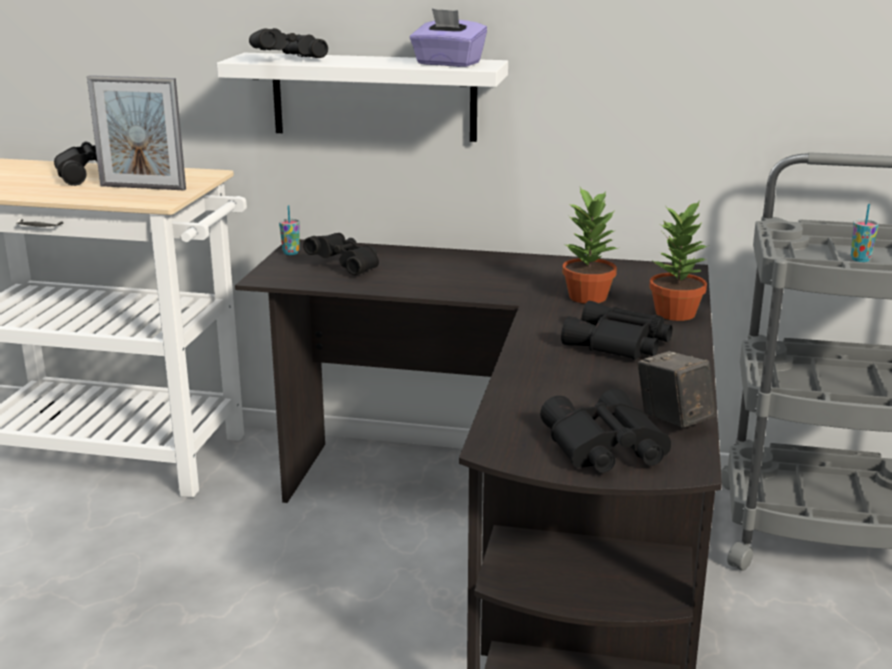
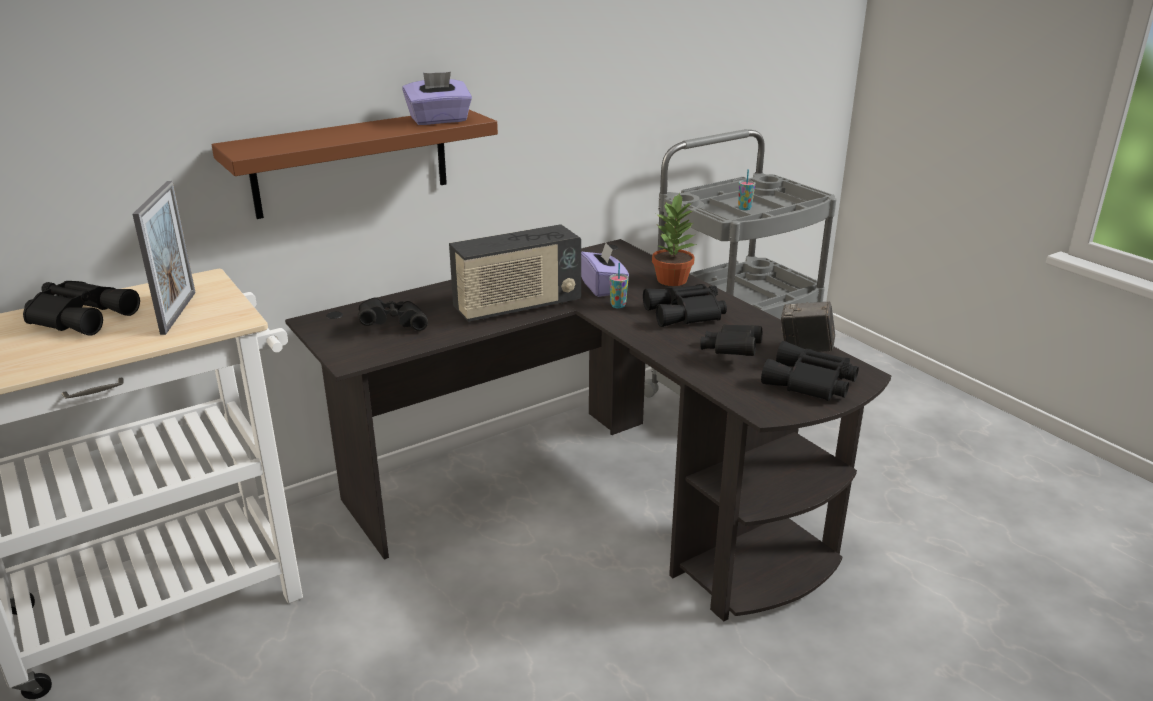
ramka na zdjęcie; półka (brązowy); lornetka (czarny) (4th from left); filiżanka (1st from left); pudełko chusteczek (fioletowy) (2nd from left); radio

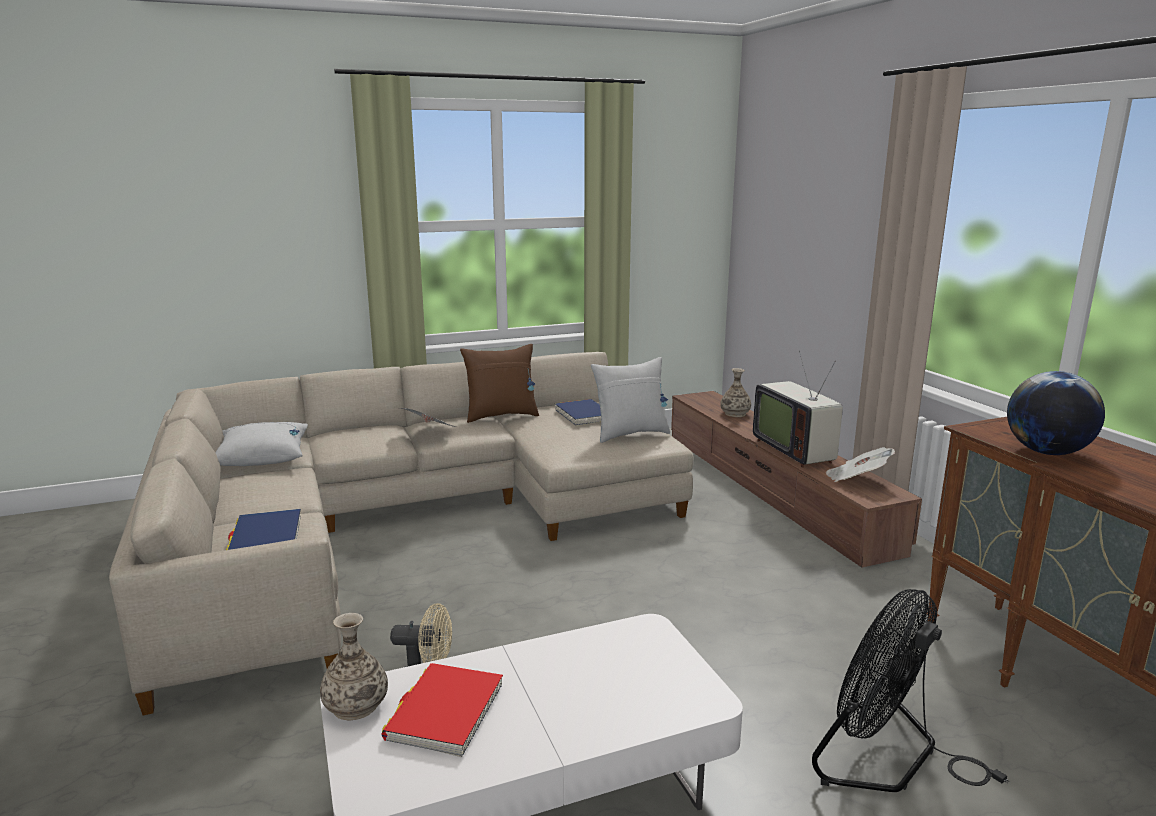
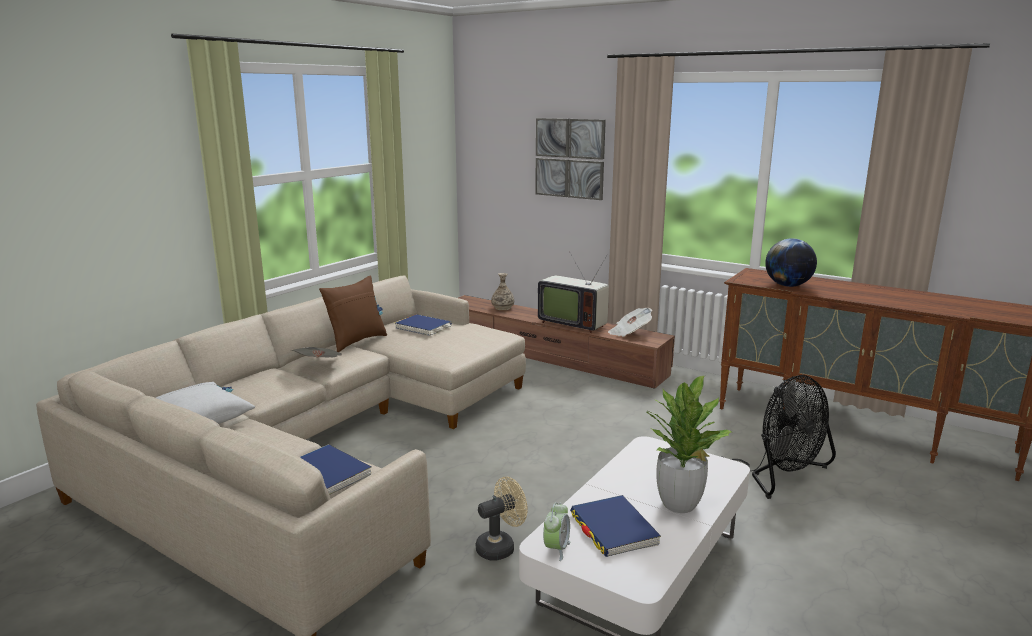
budzik; książka (niebieski) (3rd from left); poduszka (szary) (2nd from left in the first image); wentylator (czarny); obraz; roślina doniczkowa

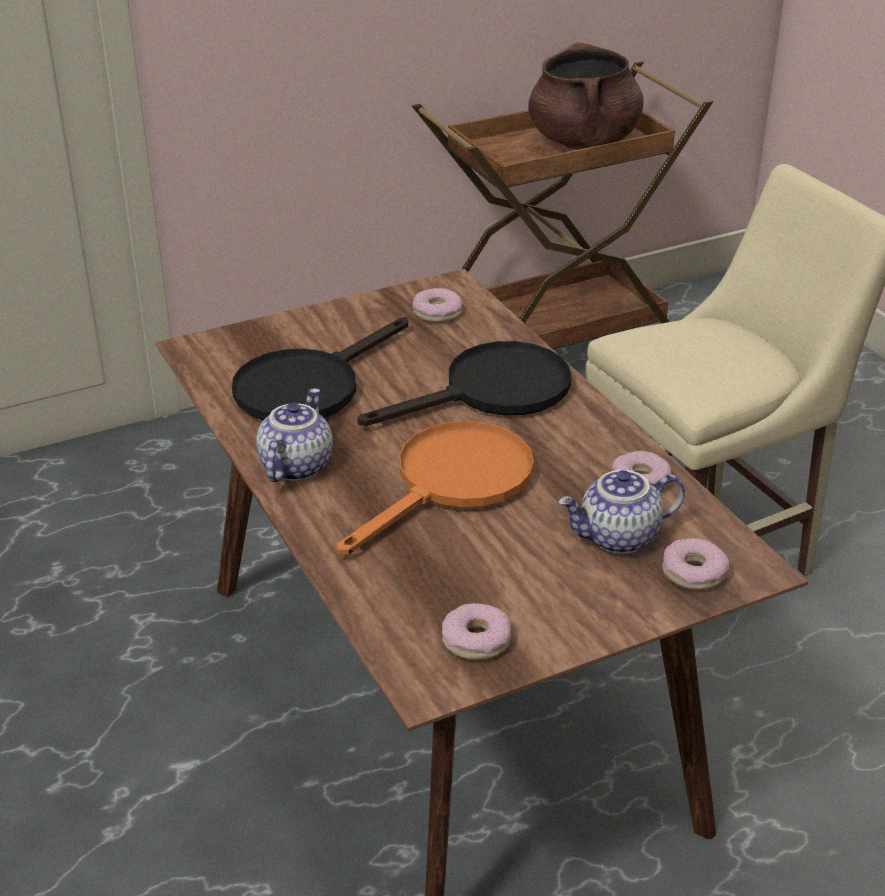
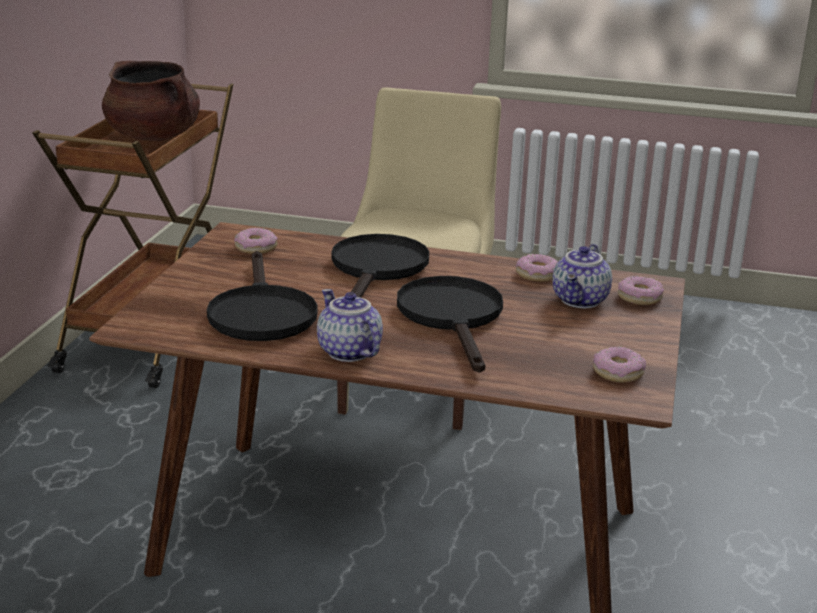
patelnia (czarny) (3rd from left)

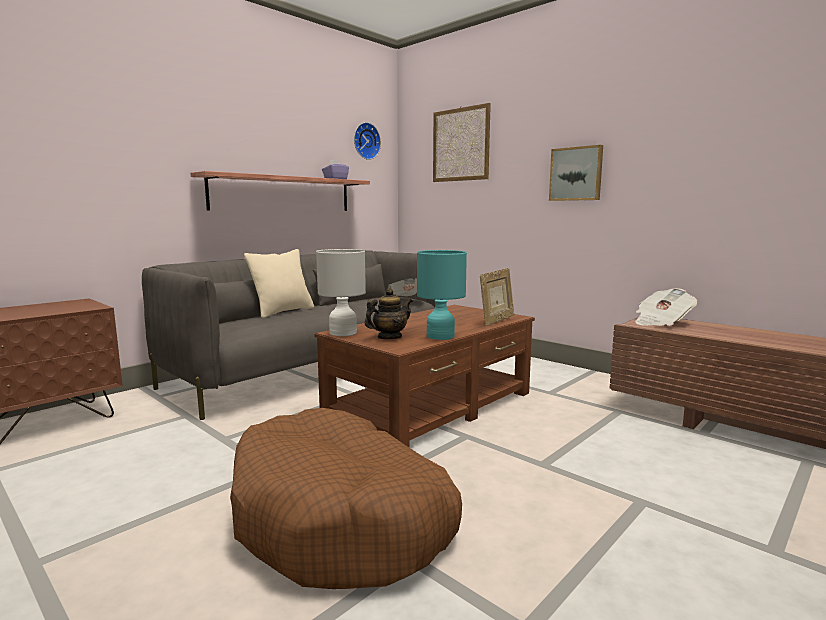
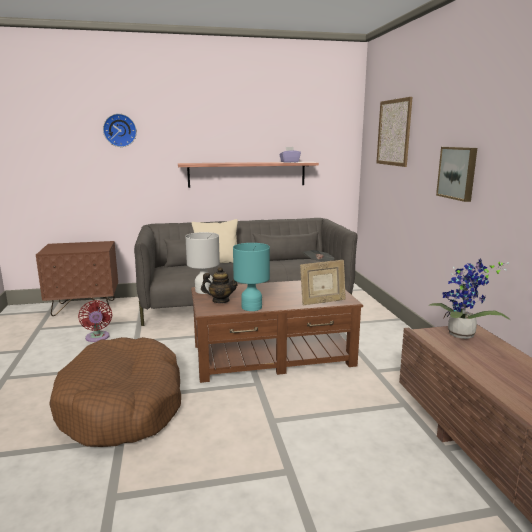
zegar ścienny; roślina doniczkowa; wentylator (czerwony)

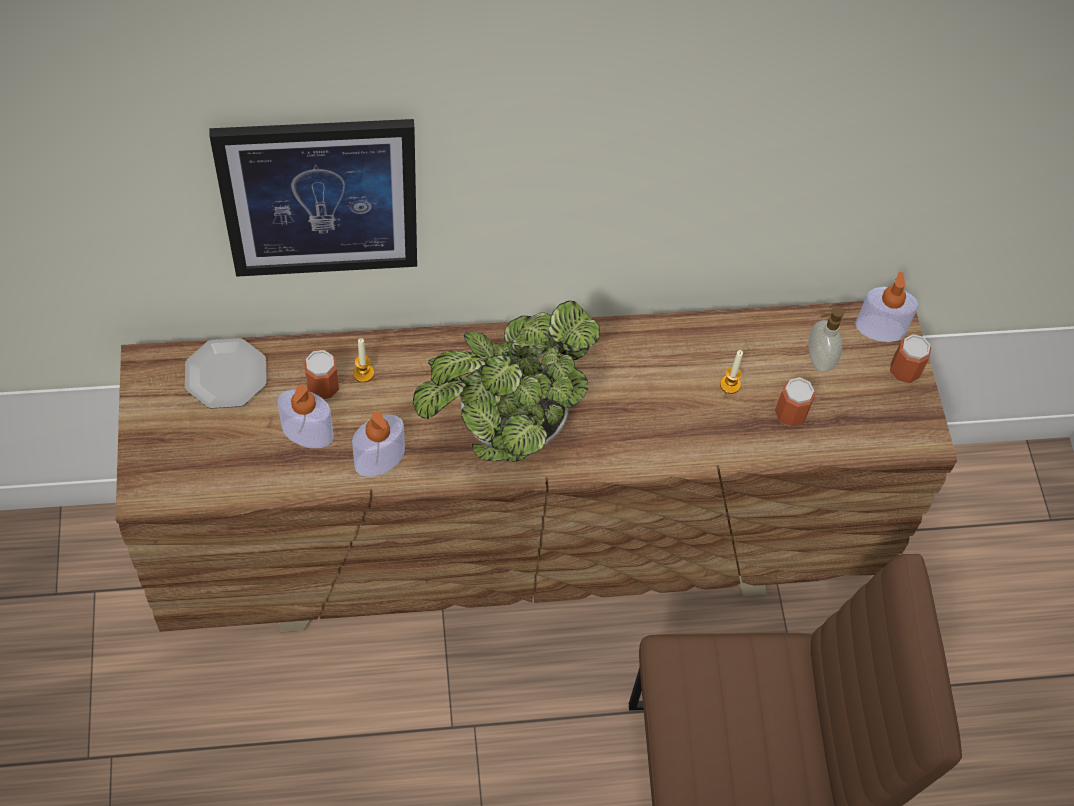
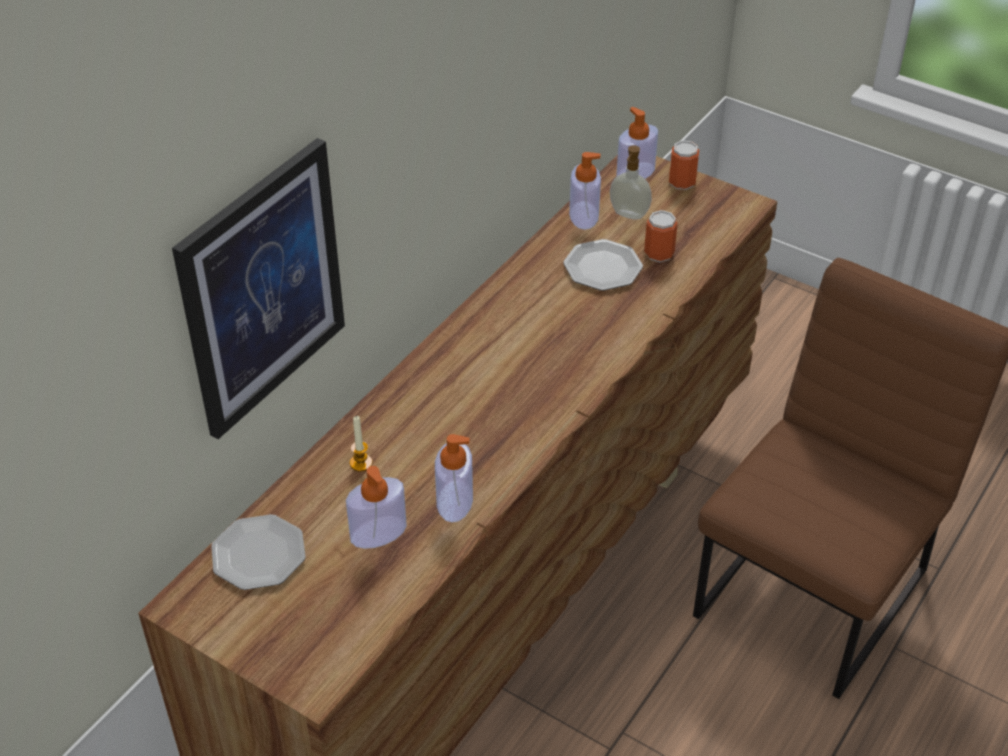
puszka (1st from left in the first image); roślina doniczkowa; talerz (2nd from left); dozownik mydła (3rd from left)

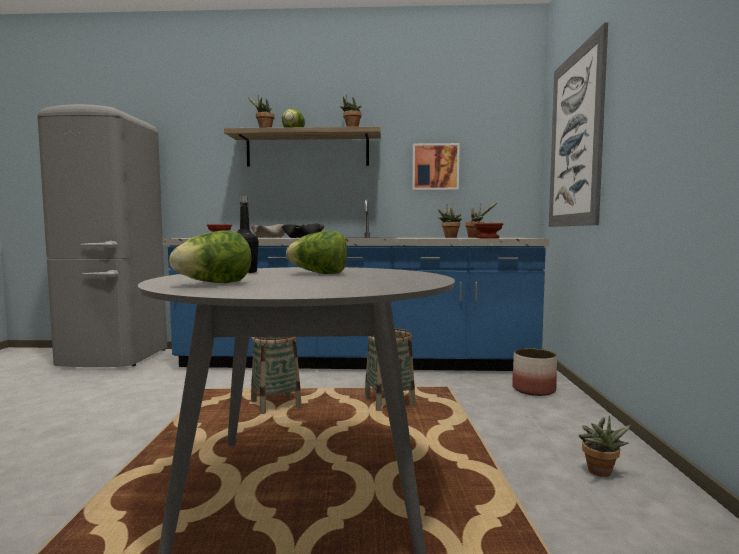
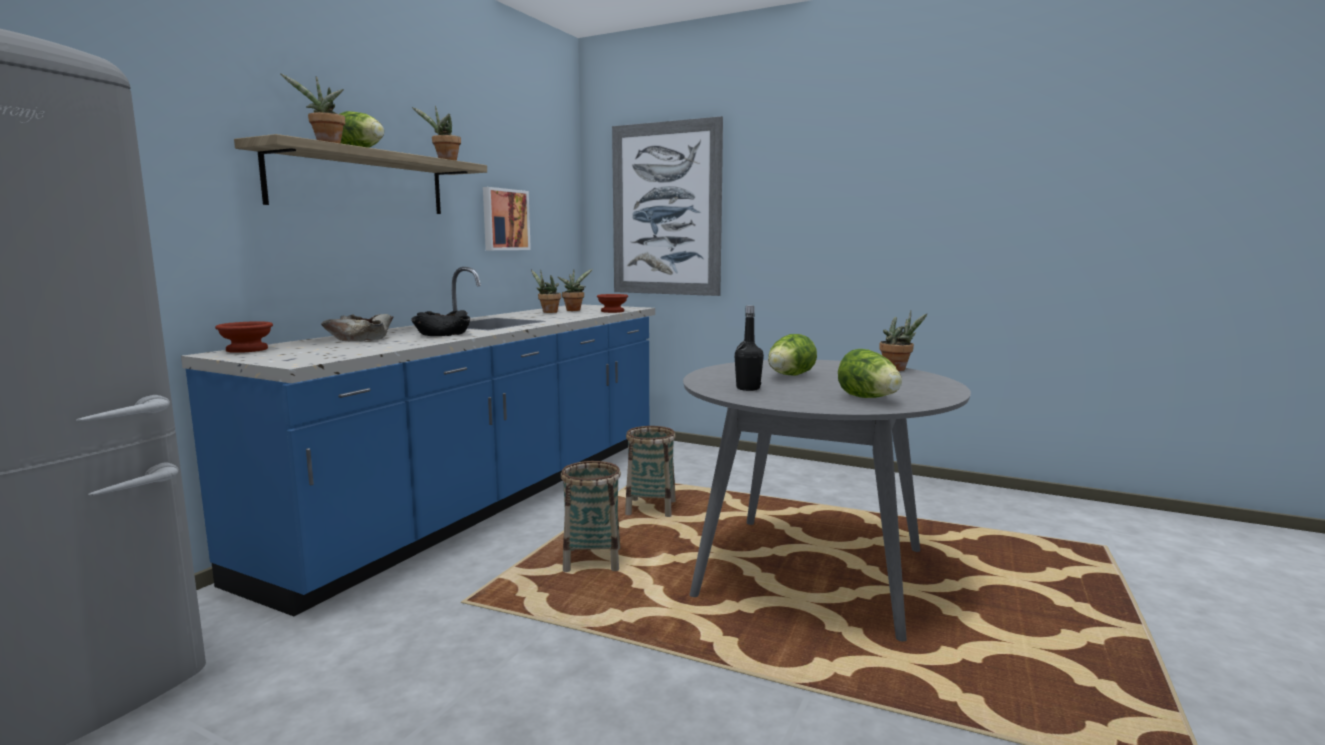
donica; roślina doniczkowa (5th from left)

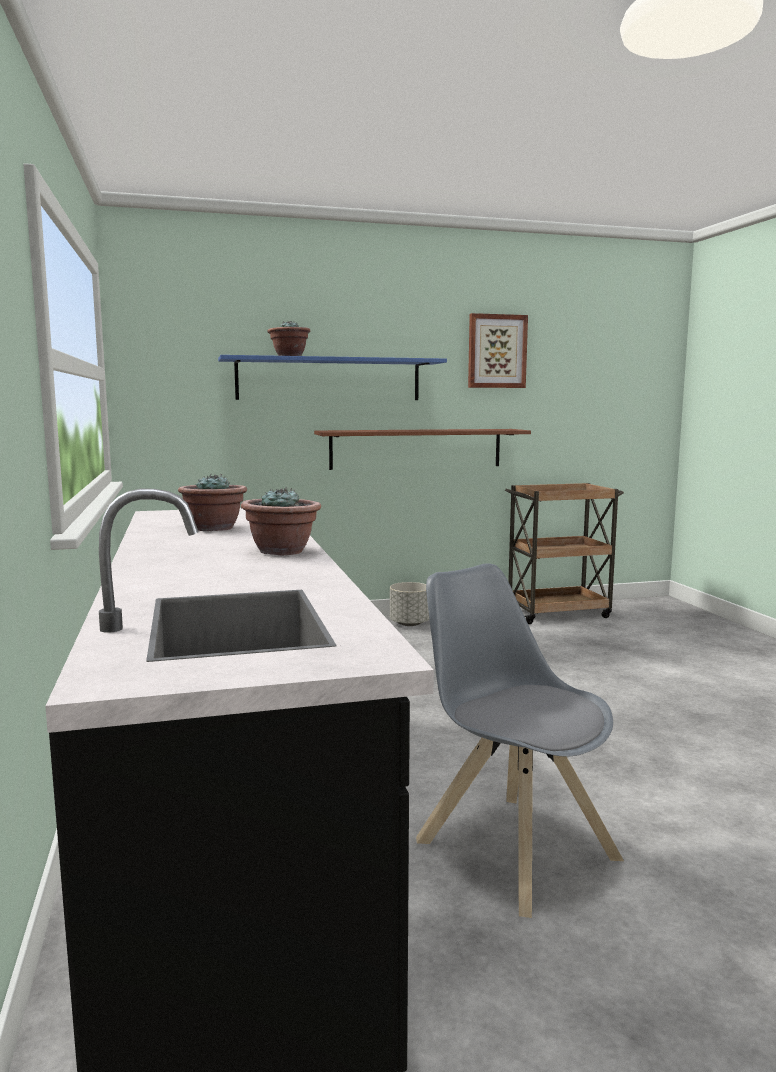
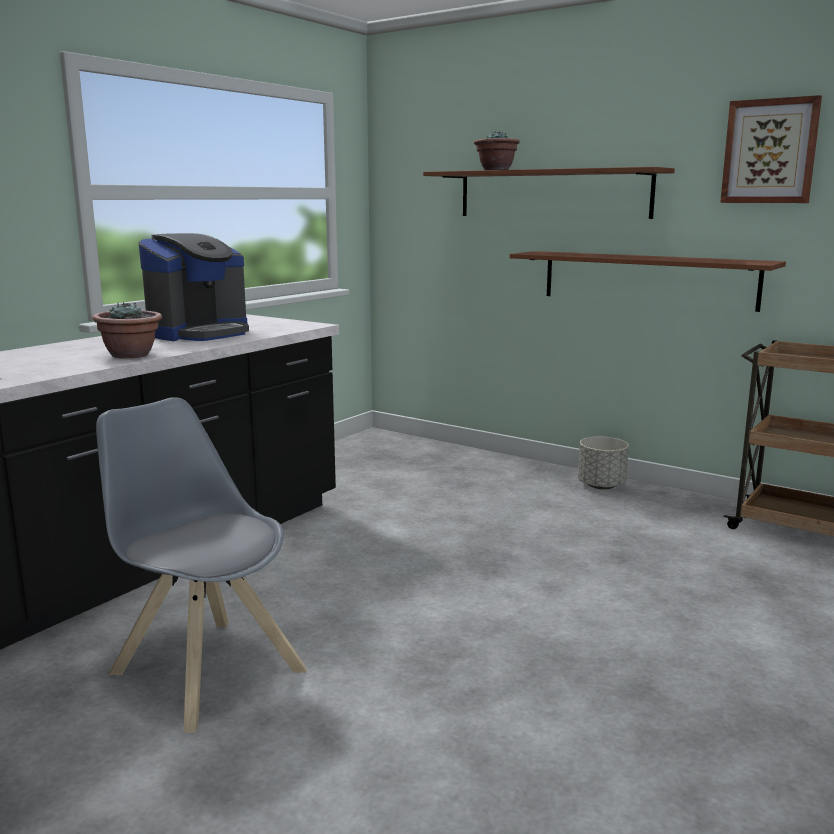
ekspres do kawy; półka (brązowy) (1st from left); krzesło (szary)

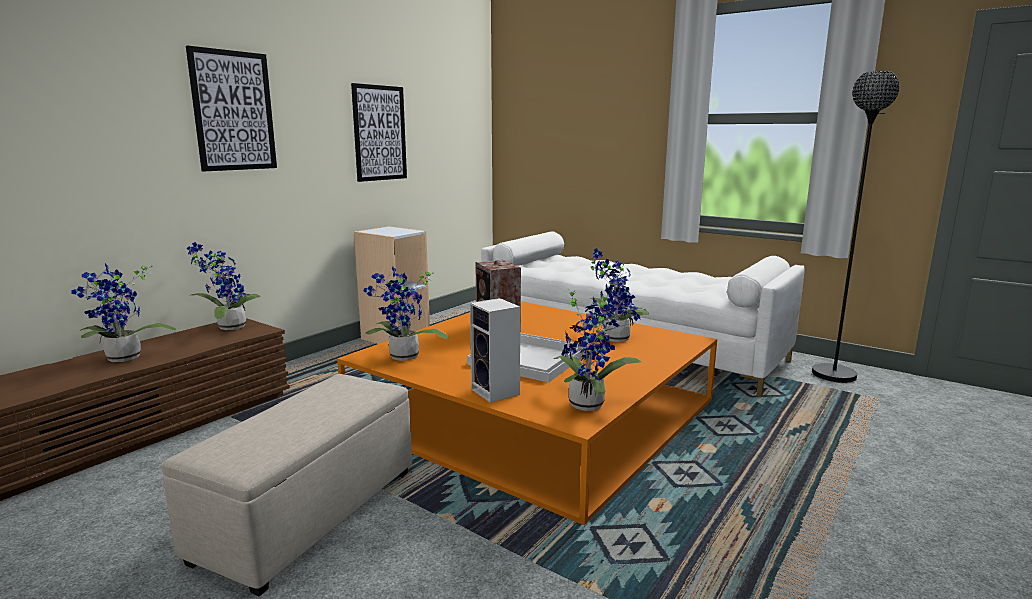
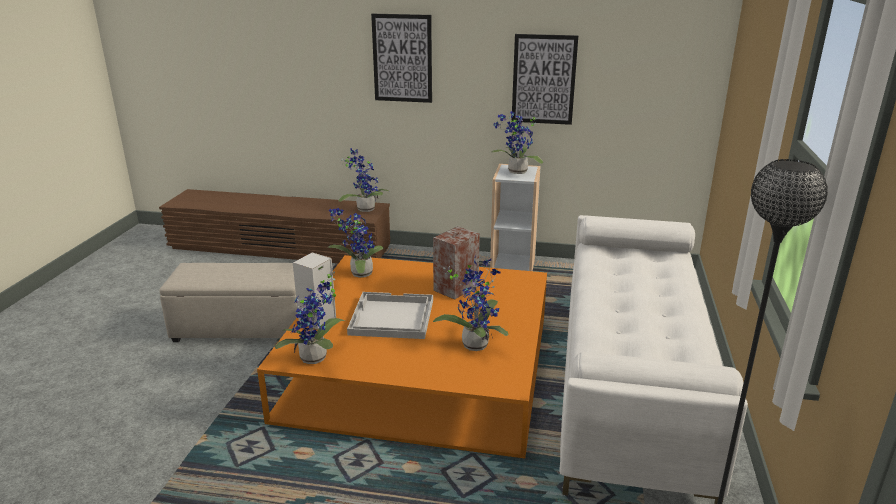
roślina doniczkowa (5th from left)

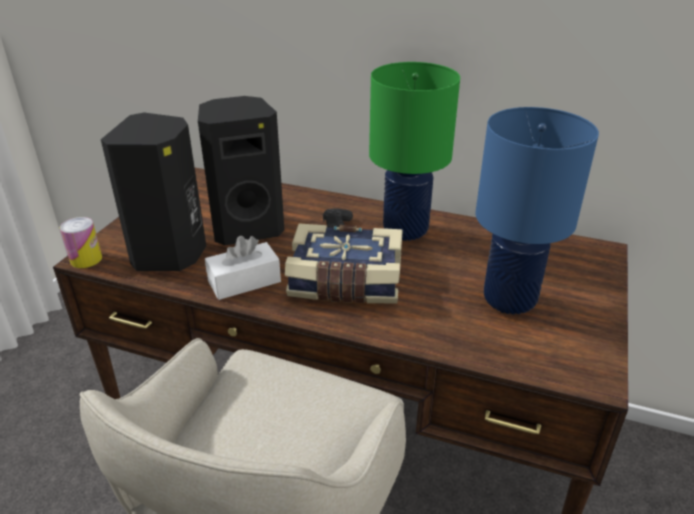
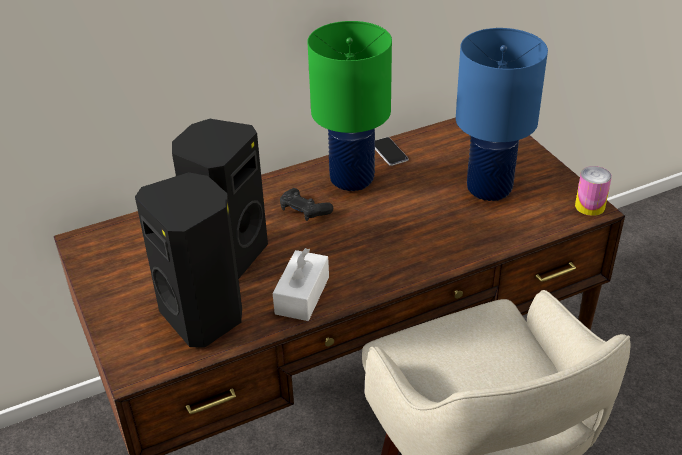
puszka; książka; telefon

